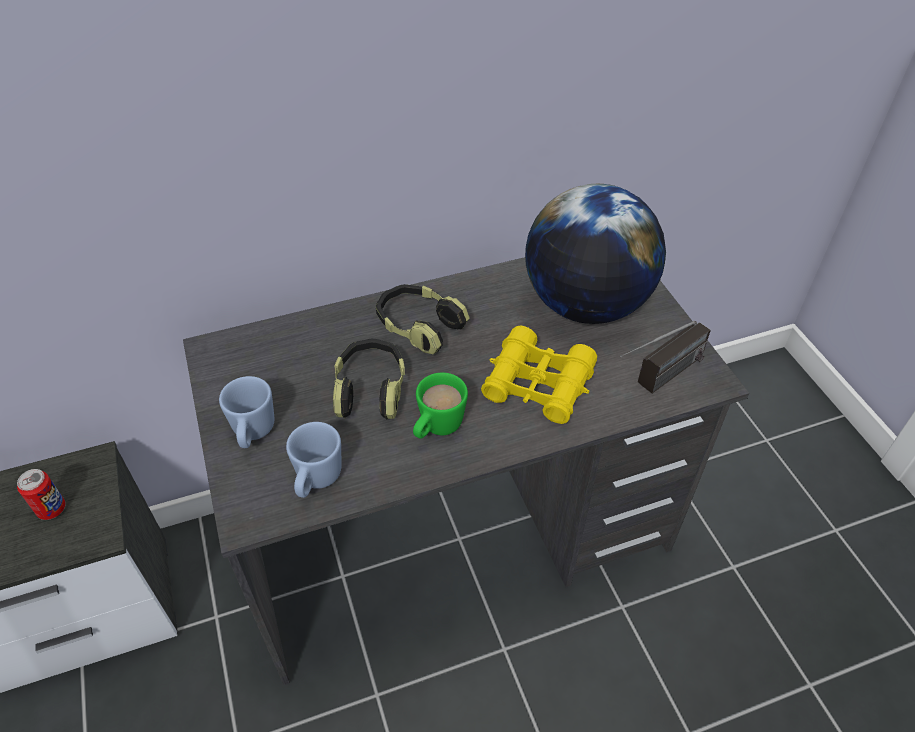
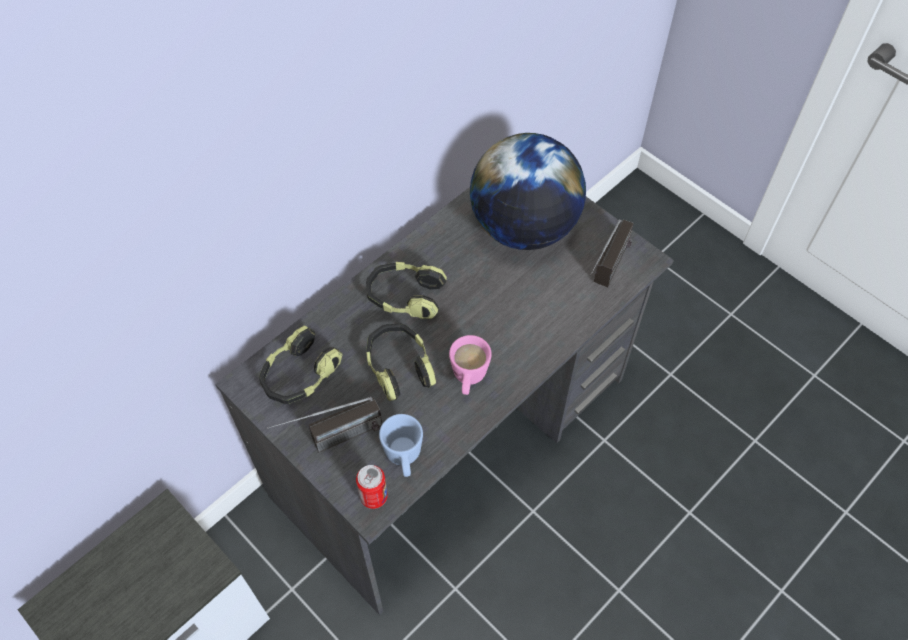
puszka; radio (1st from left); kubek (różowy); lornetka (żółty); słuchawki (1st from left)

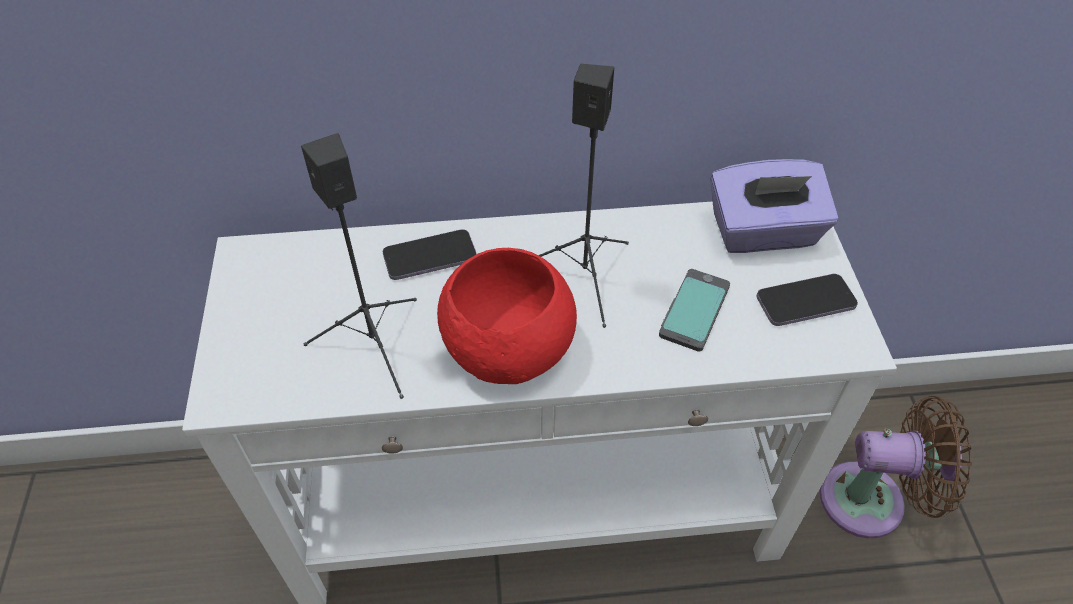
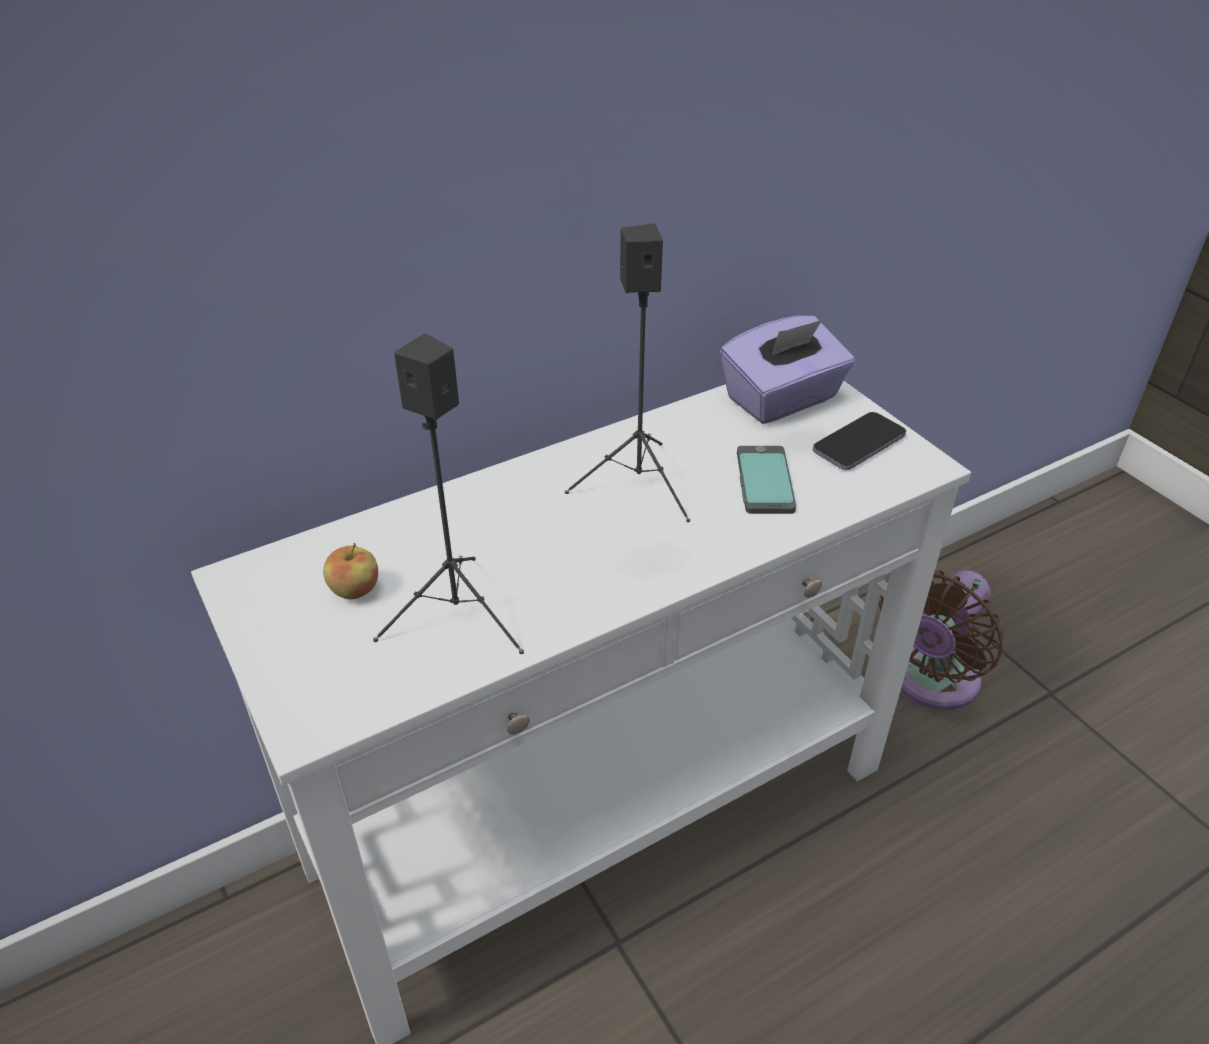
telefon (1st from left in the first image); miska (czerwony); wentylator (brązowy); jabłko

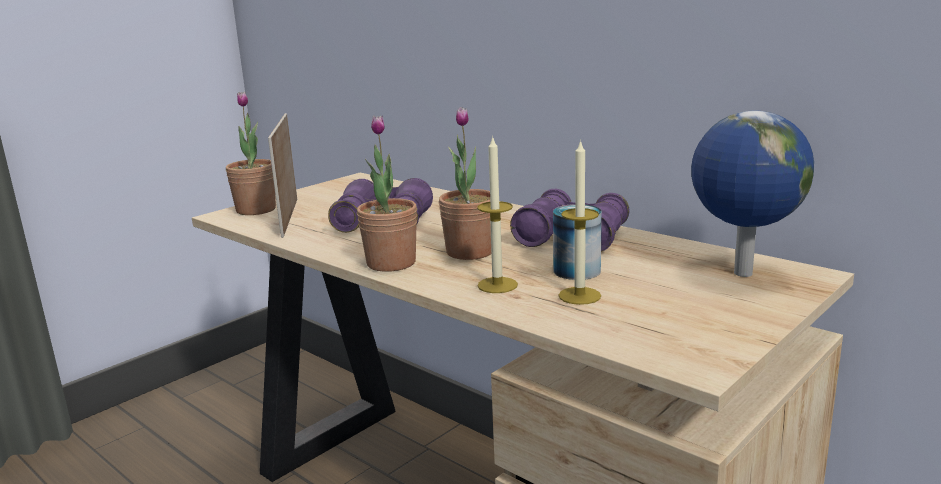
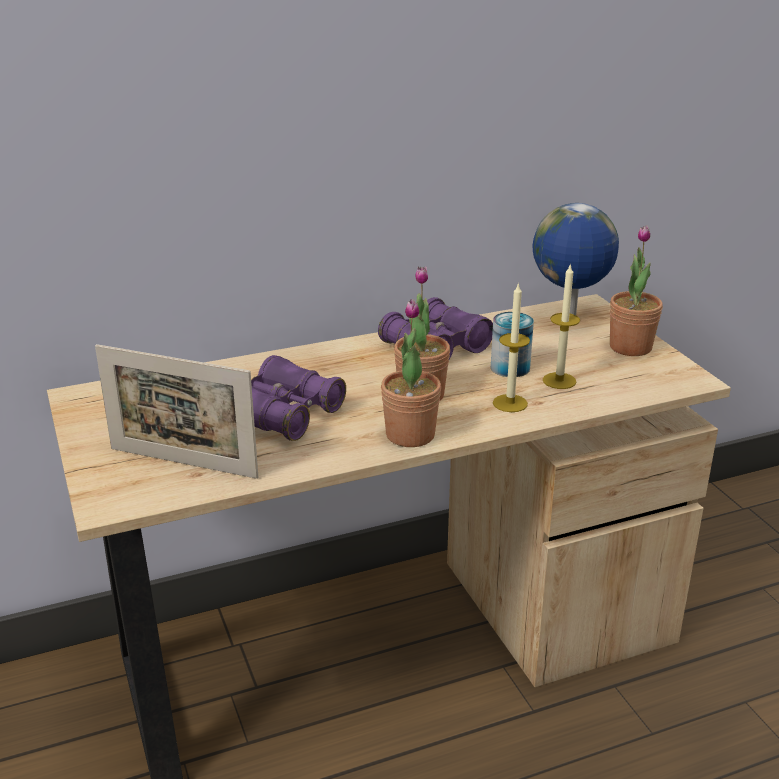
roślina doniczkowa (3rd from left)

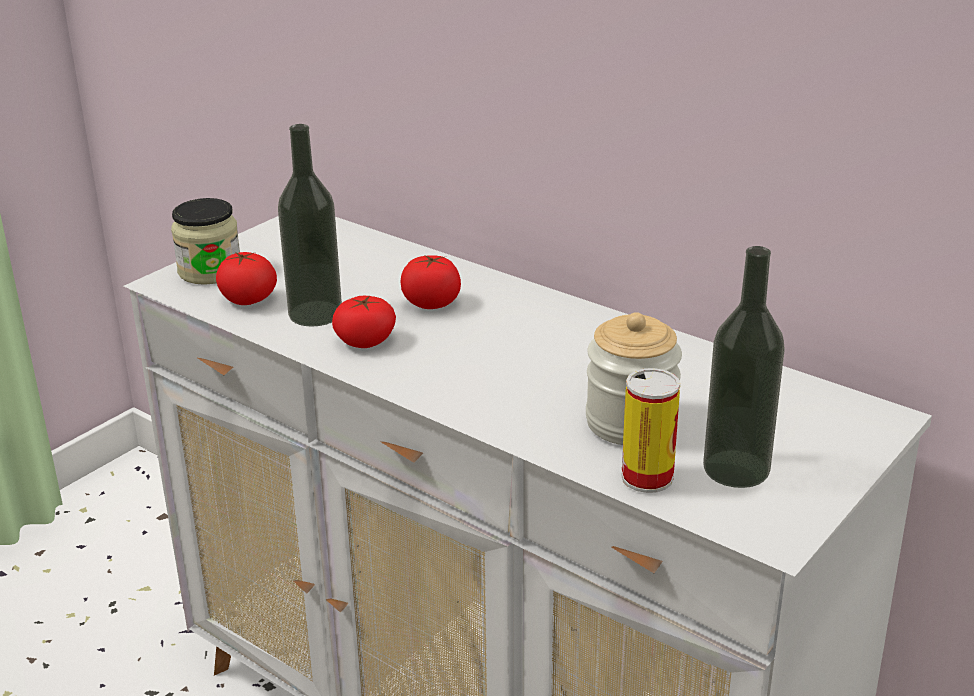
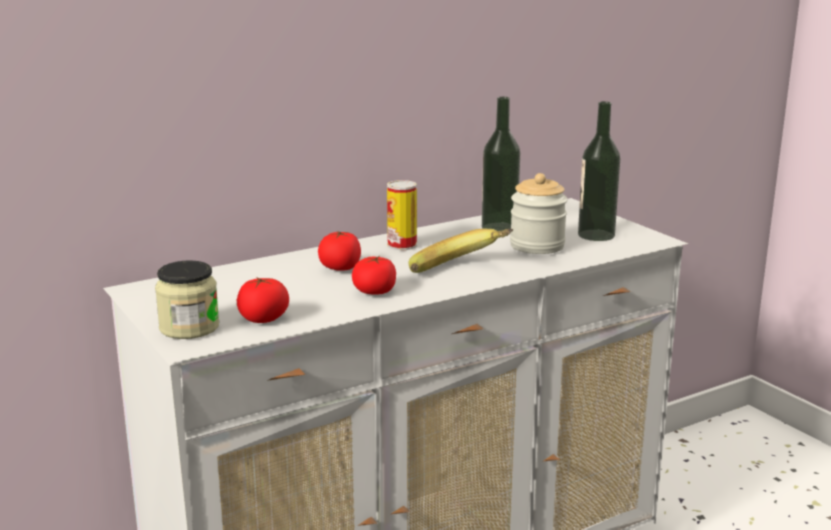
butelka (1st from left); puszka; banan

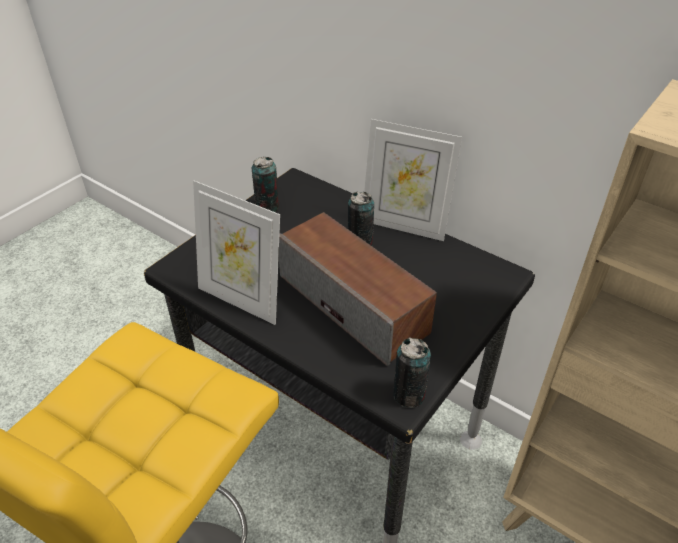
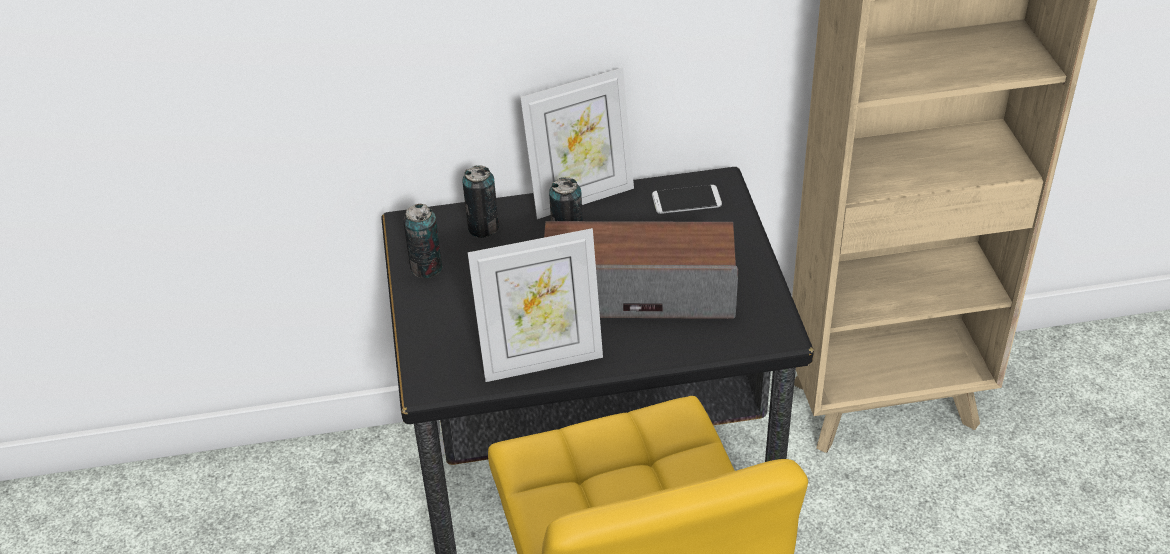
puszka (2nd from left); telefon

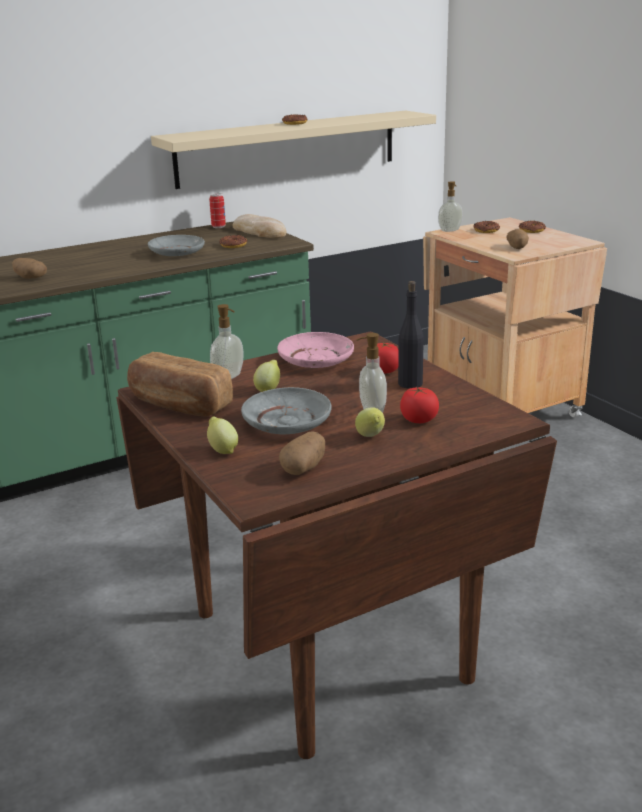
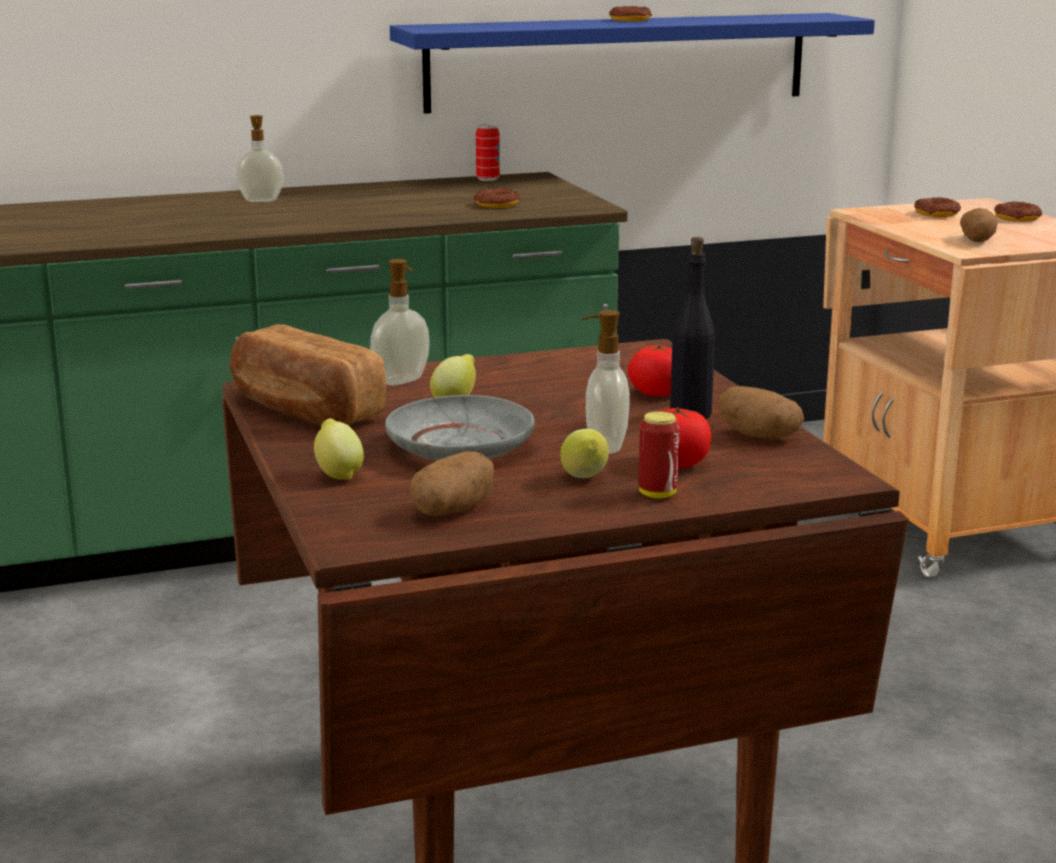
ziemniak (2nd from left); talerz (szary) (1st from left in the first image); półka (niebieski); chleb (2nd from left in the first image); talerz (różowy); dozownik mydła (1st from left); puszka (2nd from left)

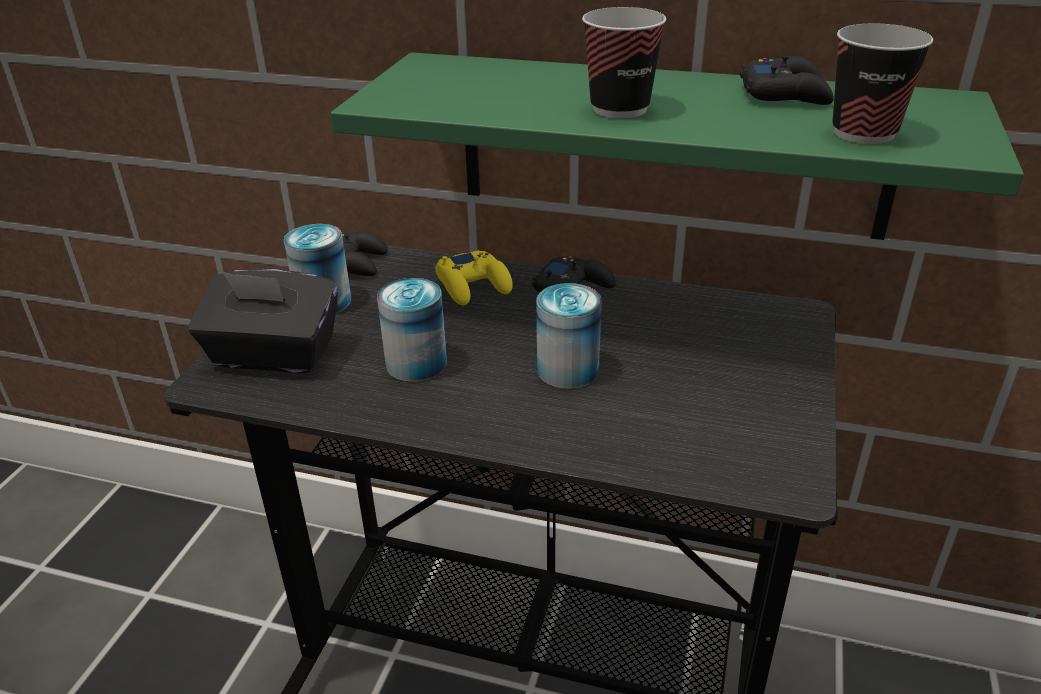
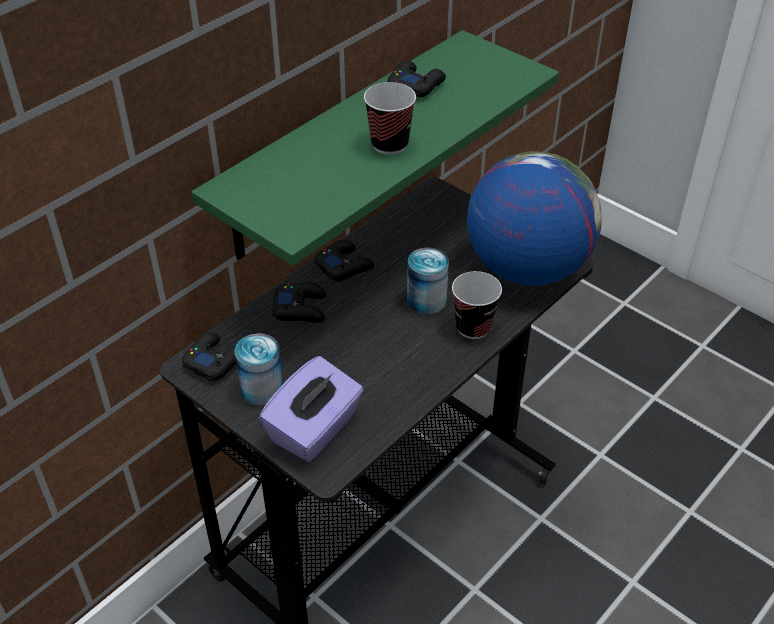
pudełko chusteczek (fioletowy); puszka (2nd from left in the first image); pad do gier (czarny) (2nd from left); filiżanka (2nd from left); globus

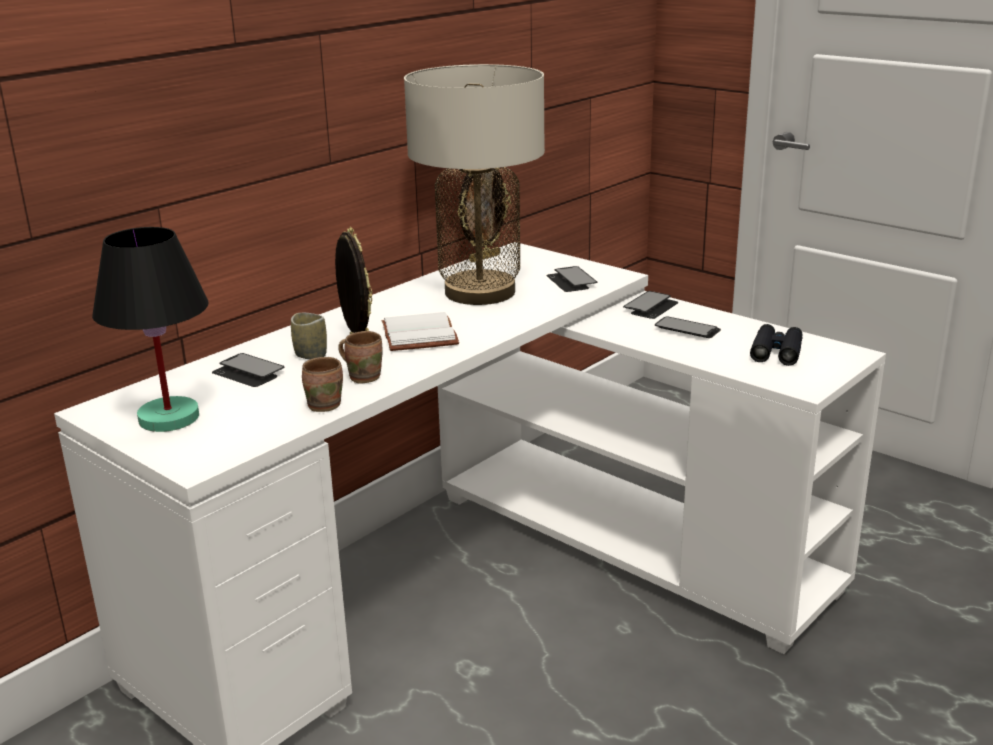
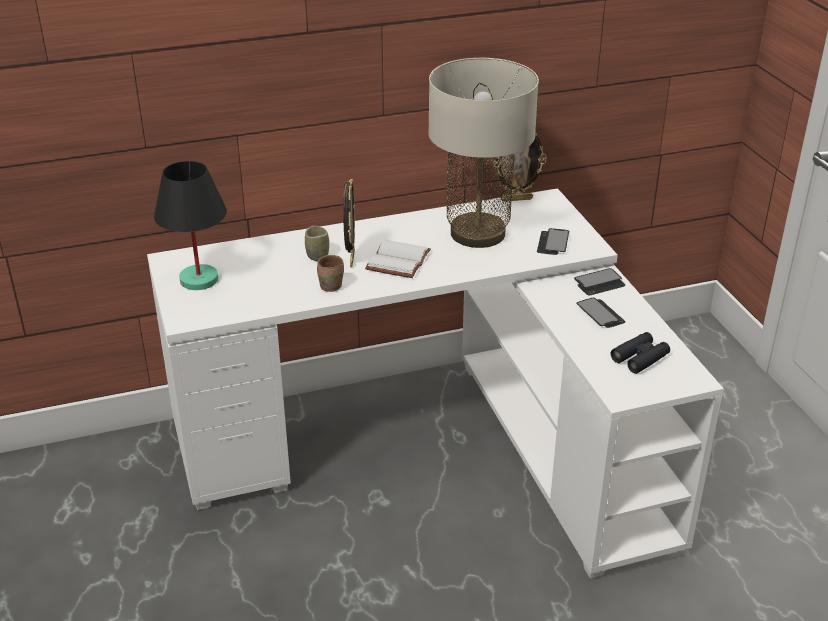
telefon (1st from left in the first image); kubek (brązowy) (1st from left in the first image)

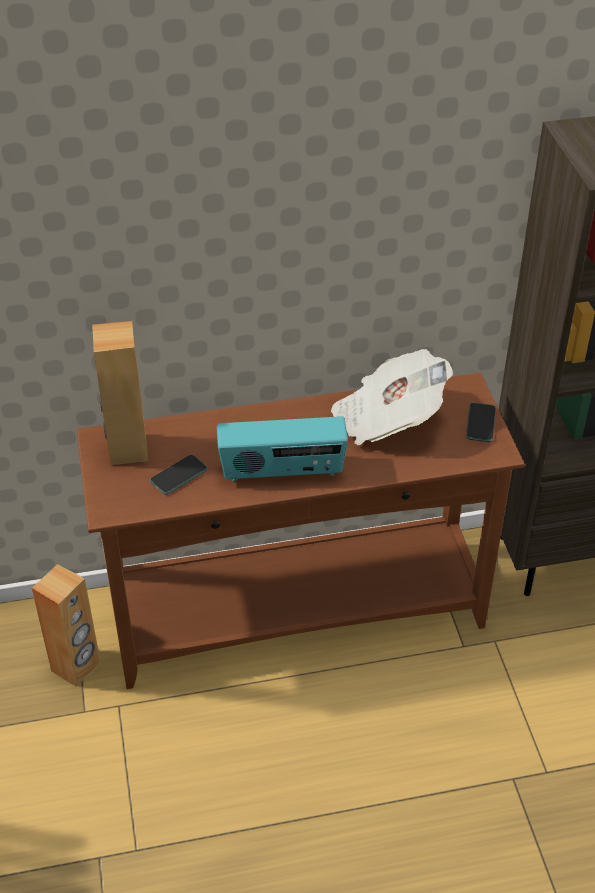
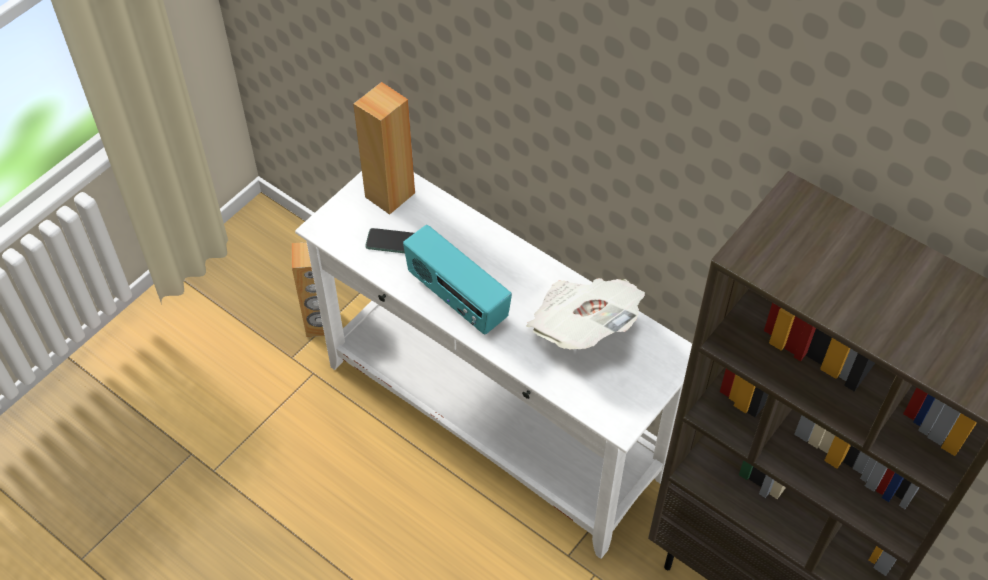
stolik konsolowy (biały); telefon (2nd from left in the first image)

